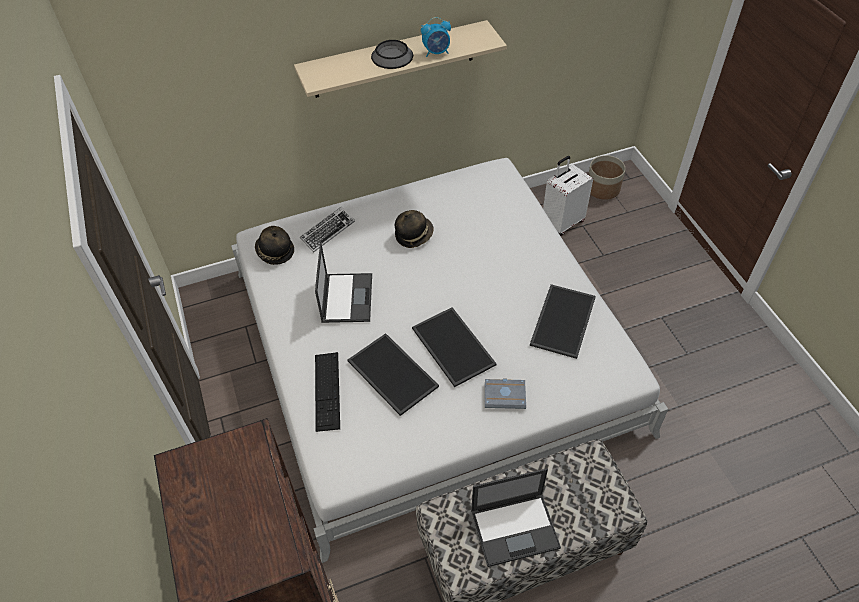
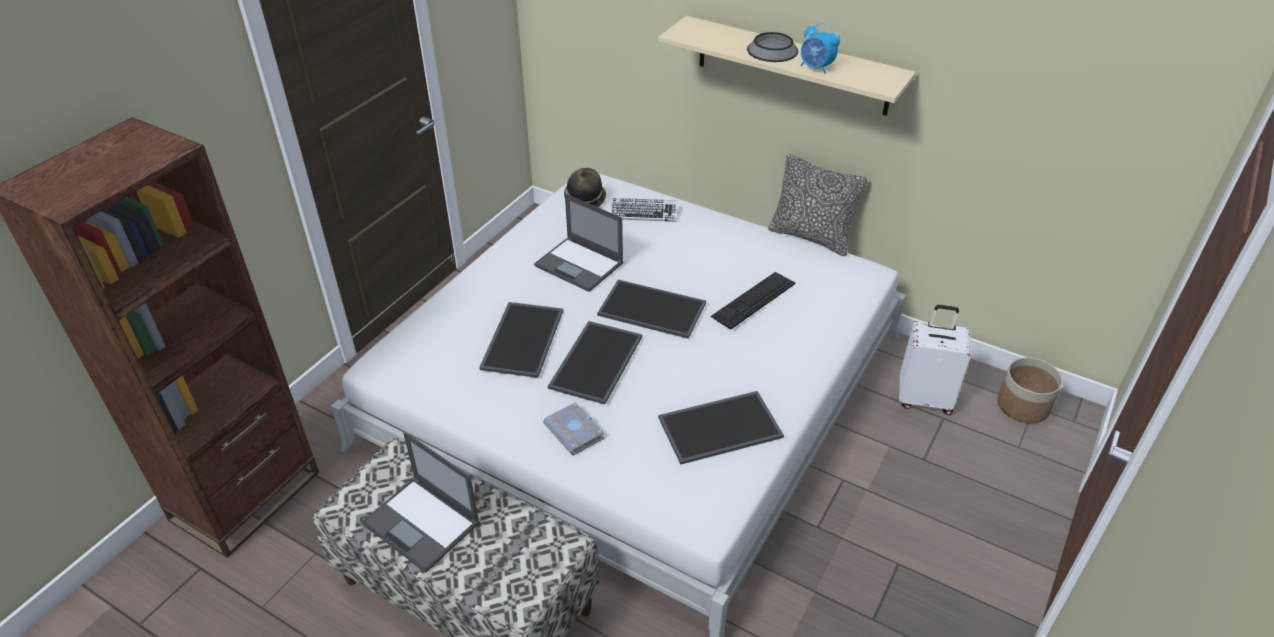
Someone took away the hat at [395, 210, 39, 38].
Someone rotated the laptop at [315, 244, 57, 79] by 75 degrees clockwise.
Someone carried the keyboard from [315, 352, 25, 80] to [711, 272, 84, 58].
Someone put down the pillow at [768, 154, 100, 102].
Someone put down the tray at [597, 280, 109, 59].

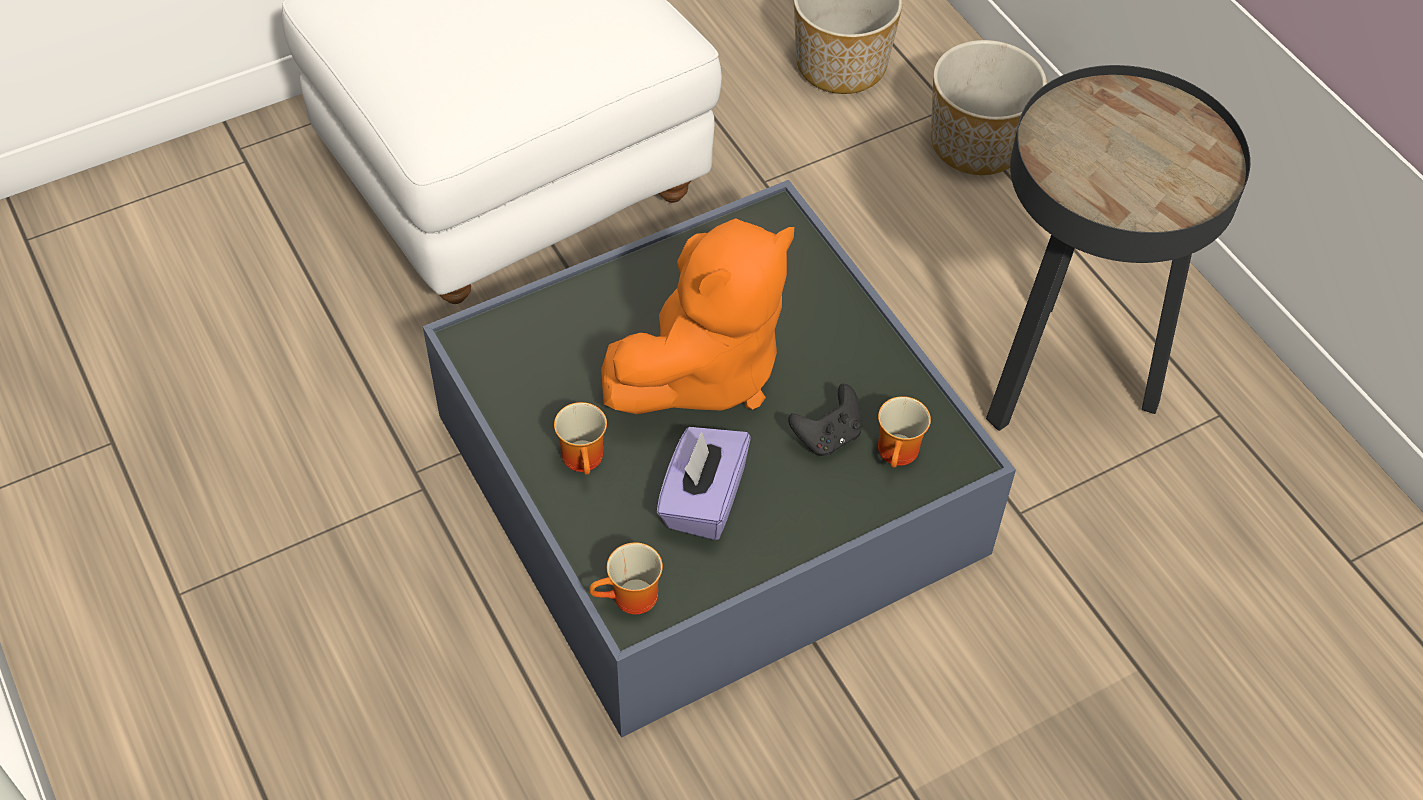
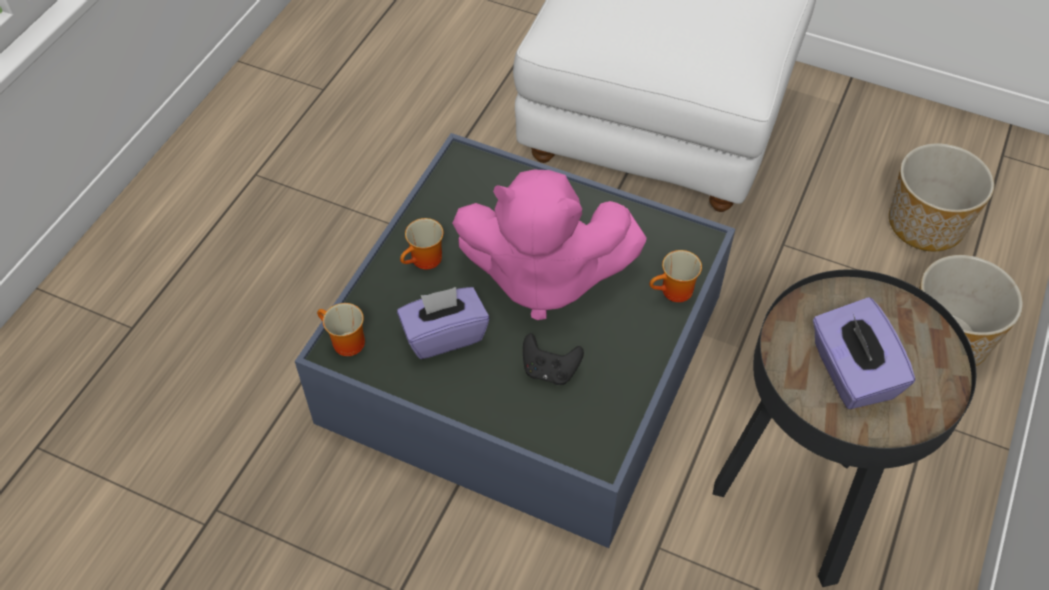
Someone repainted the plush toy in orange at [601, 218, 193, 196], which became the plush toy in pink at [452, 170, 195, 150].
Someone carried the mug from [878, 396, 53, 72] to [650, 250, 52, 52].
Someone put down the tissue box in purple at [813, 297, 102, 112].

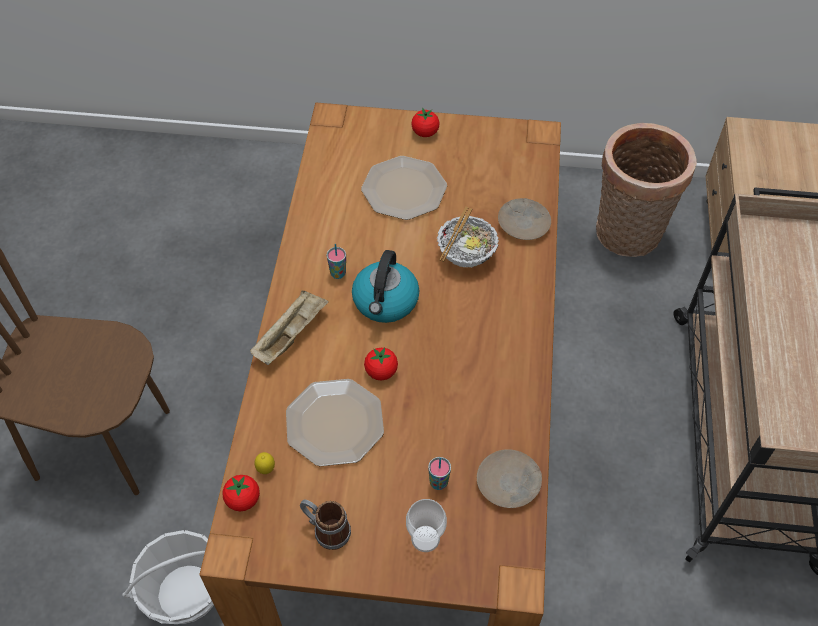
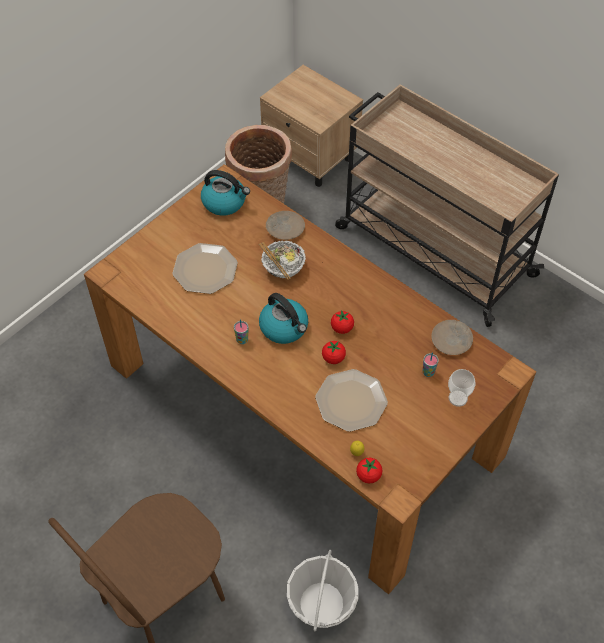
Someone carried the tomato from [411, 108, 29, 29] to [331, 310, 23, 24].
Someone took away the tray in beige at [250, 290, 79, 75].
Someone took away the mug at [300, 500, 51, 50].
Someone put down the kettle at [201, 170, 49, 46].

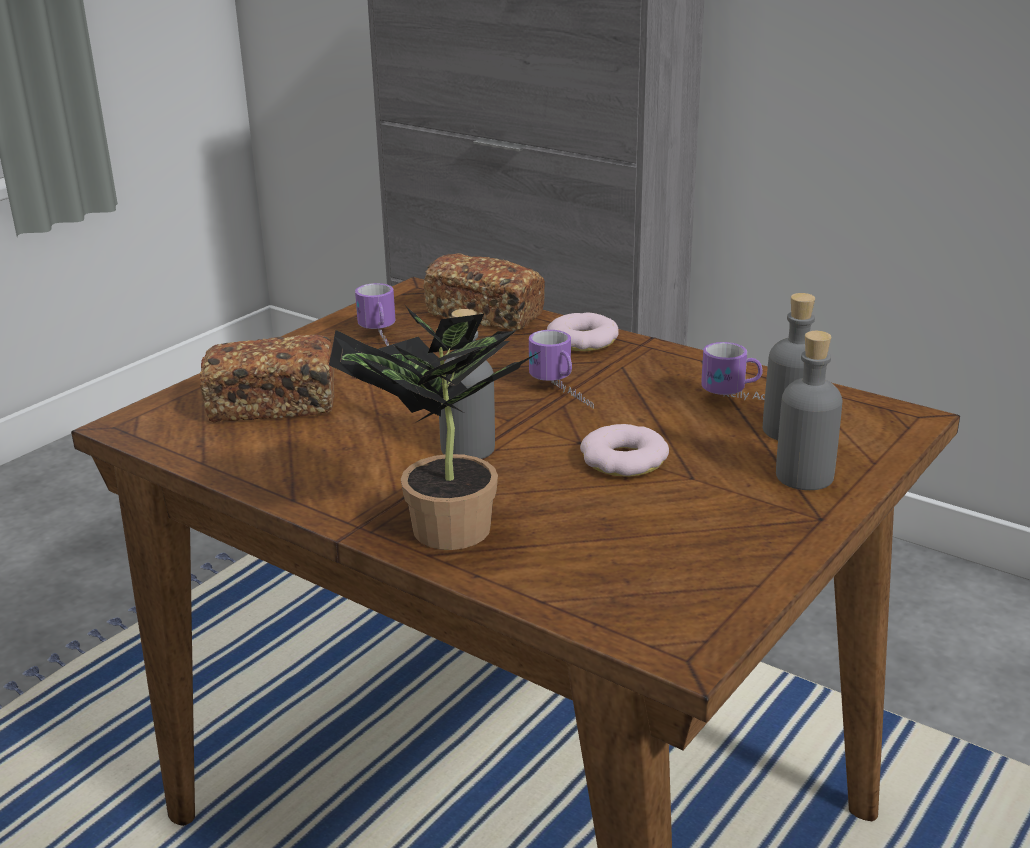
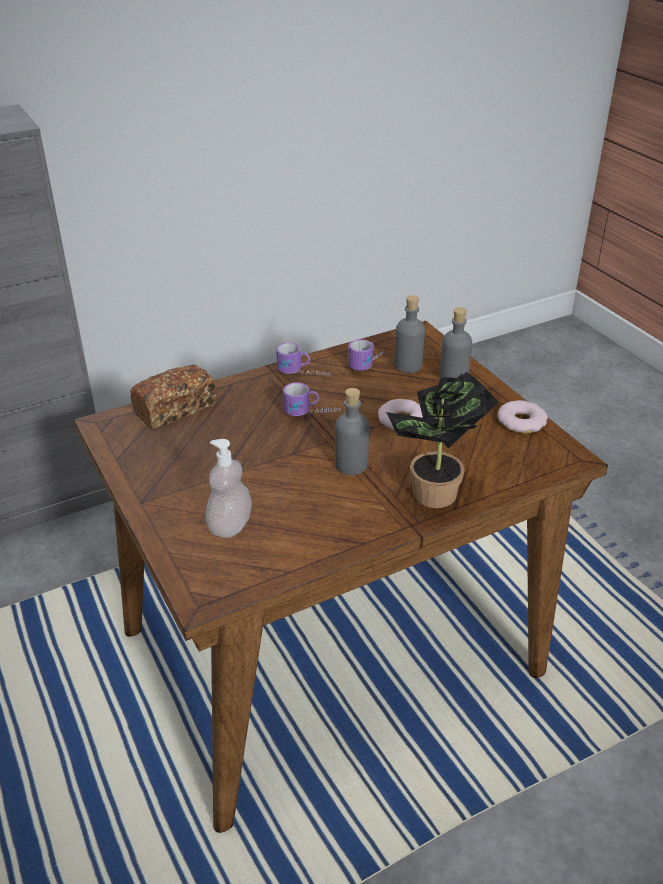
Someone carried the mug from [355, 283, 40, 63] to [276, 342, 55, 34].
Someone carried the donut from [547, 313, 72, 38] to [498, 400, 50, 33].
Someone swapped the bread at [200, 335, 134, 88] for the soap dispenser at [206, 439, 46, 99].

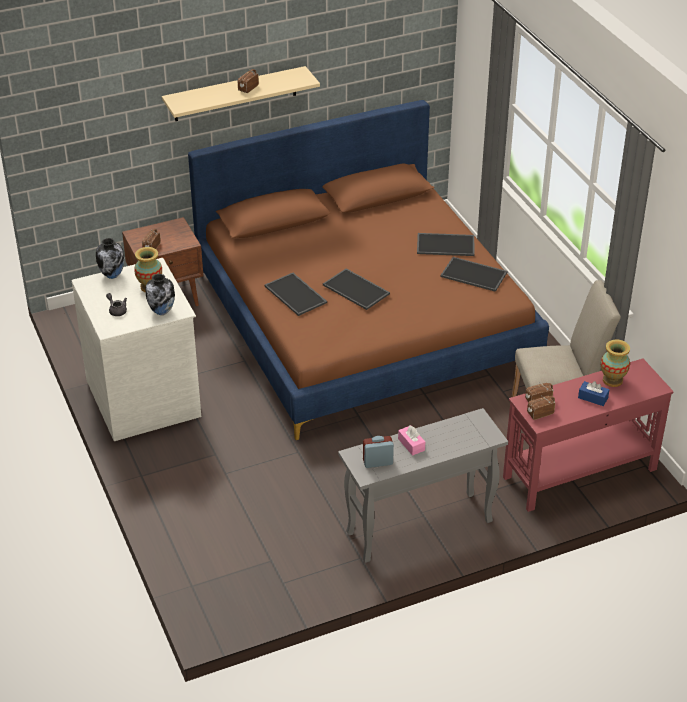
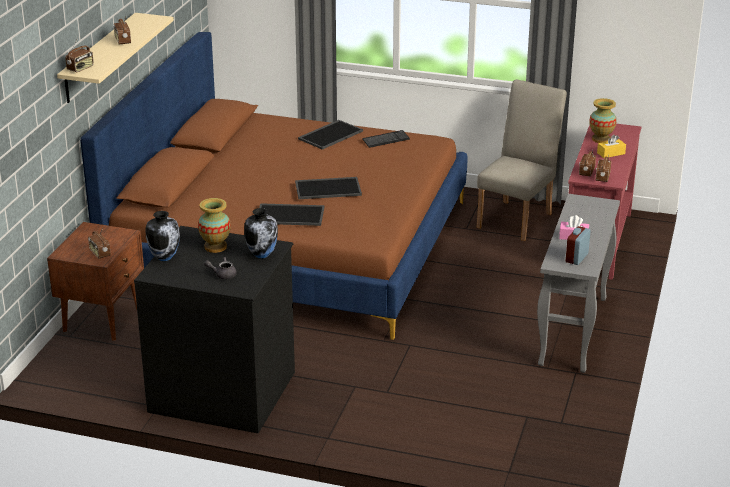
Someone swapped the tray at [440, 257, 67, 35] for the keyboard at [362, 130, 48, 18].
Someone repainted the dresser in white at [71, 258, 130, 183], which became the dresser in black at [134, 226, 161, 207].
Someone repainted the tissue box in blue at [578, 381, 32, 25], which became the tissue box in yellow at [597, 135, 29, 23].
Someone put down the radio at [65, 37, 29, 35].

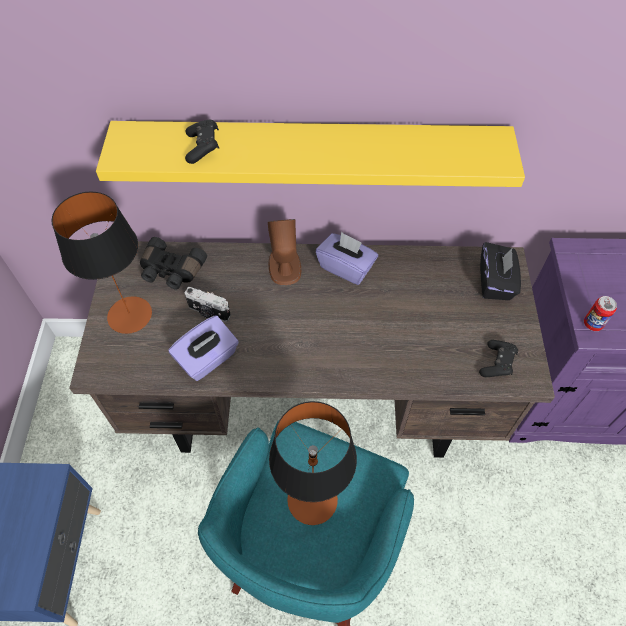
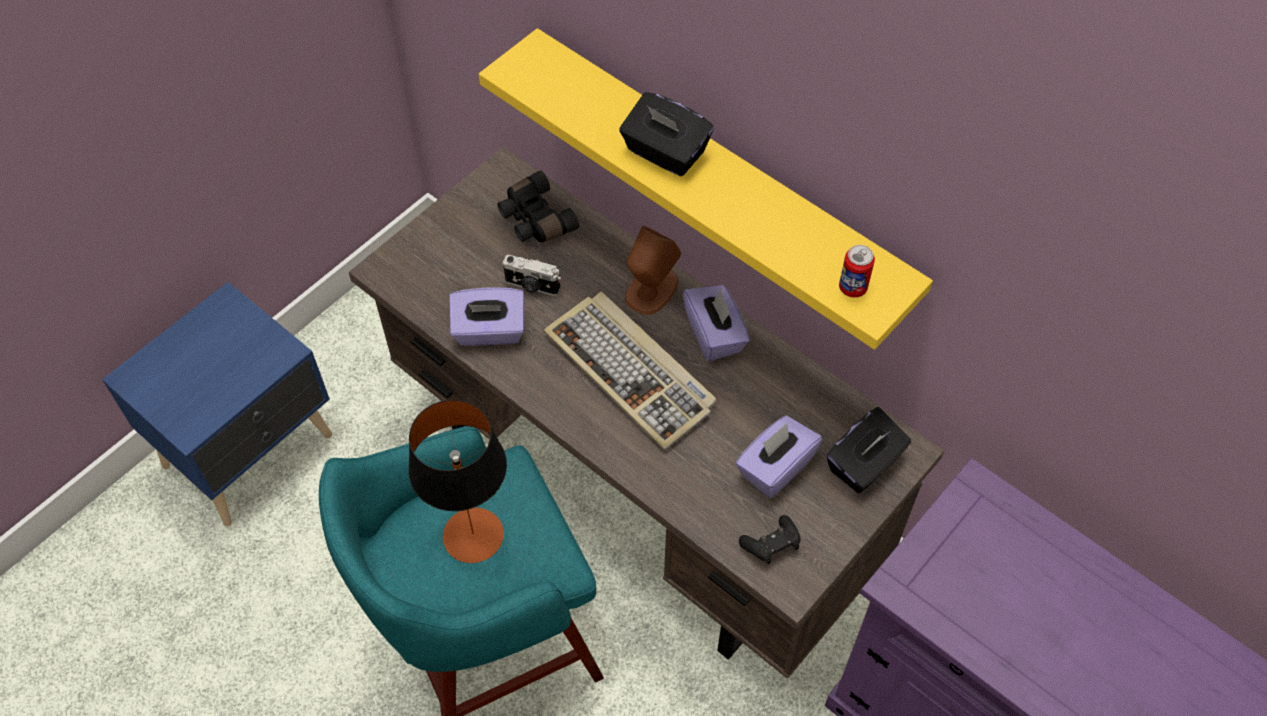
Someone took away the game controller in black at [185, 120, 34, 44].
Someone took away the table lamp at [52, 192, 100, 142].
Someone rotated the photo camera at [184, 287, 47, 35] by 45 degrees counterclockwise.
Someone carried the can from [584, 296, 33, 35] to [839, 245, 36, 53].
Someone put down the tissue box in black at [619, 92, 95, 84].
Someone put down the keyboard at [544, 292, 173, 158].
Someone put down the tissue box in purple at [736, 416, 87, 82].

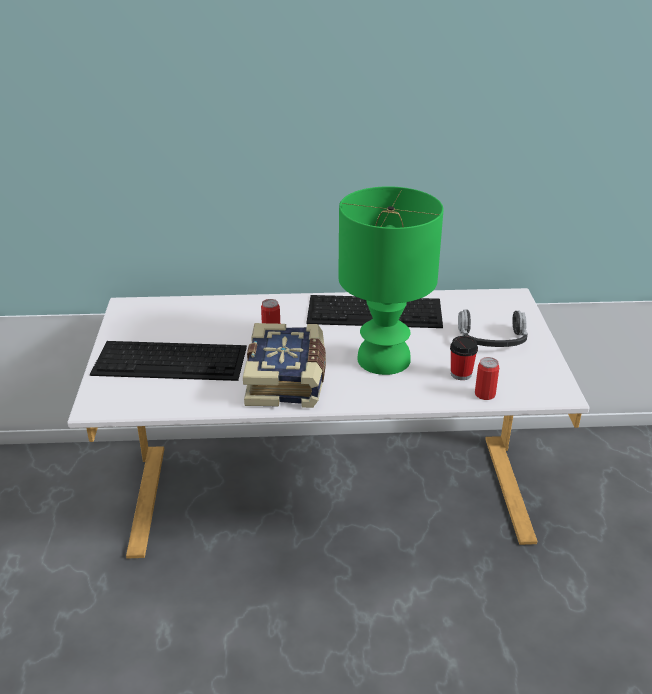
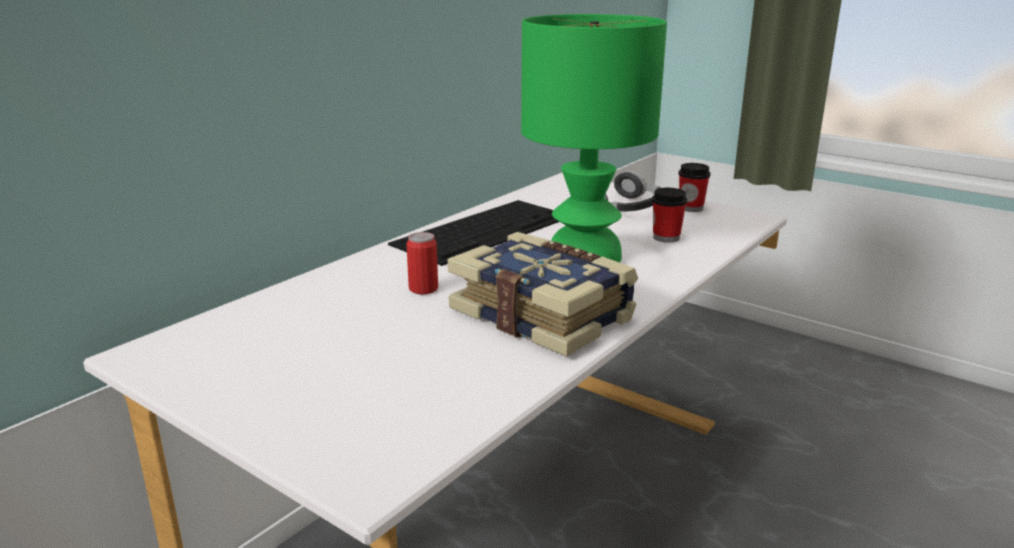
Someone took away the keyboard at [90, 341, 157, 40].
Someone took away the can at [475, 357, 24, 43].
Someone put down the cup at [679, 163, 32, 49].

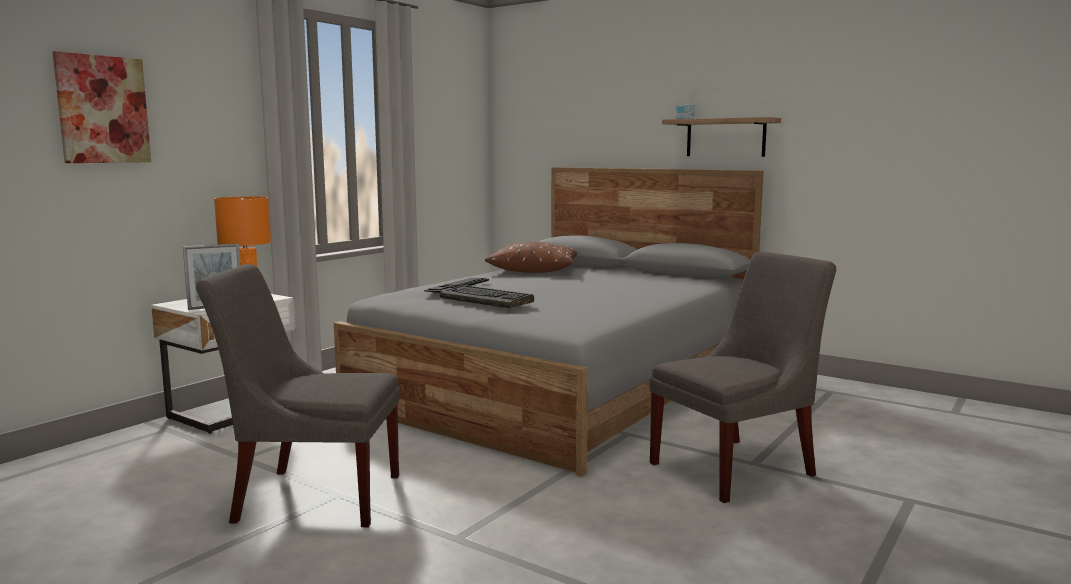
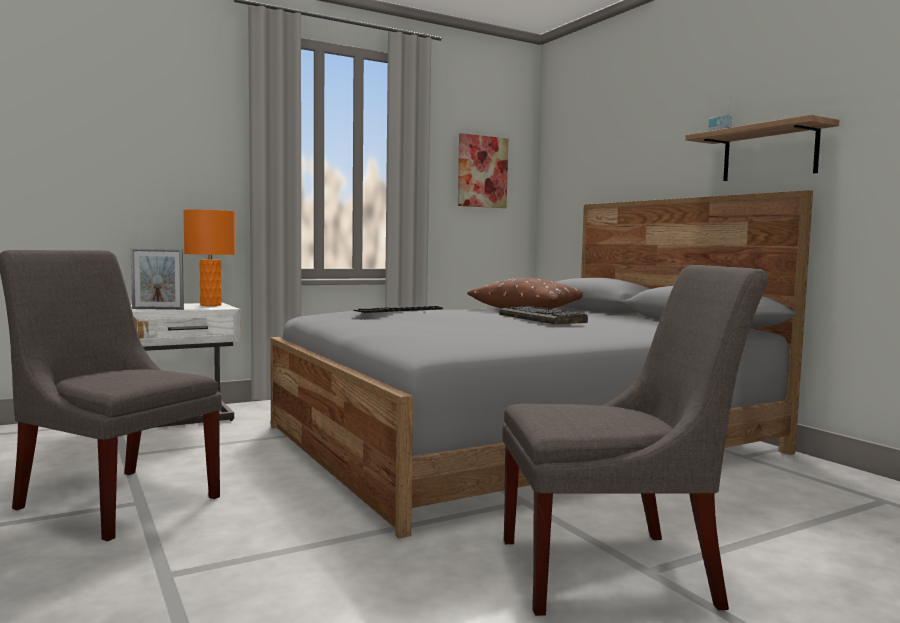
Someone carried the picture from [53, 51, 98, 112] to [458, 133, 50, 75].
Someone carried the keyboard from [440, 285, 94, 23] to [499, 306, 89, 18].

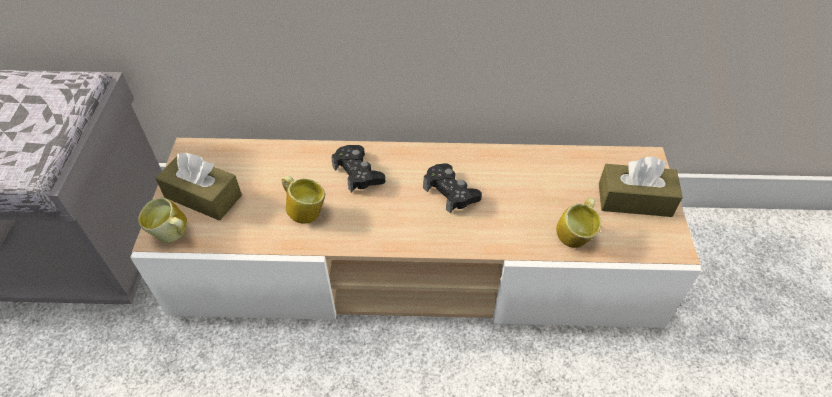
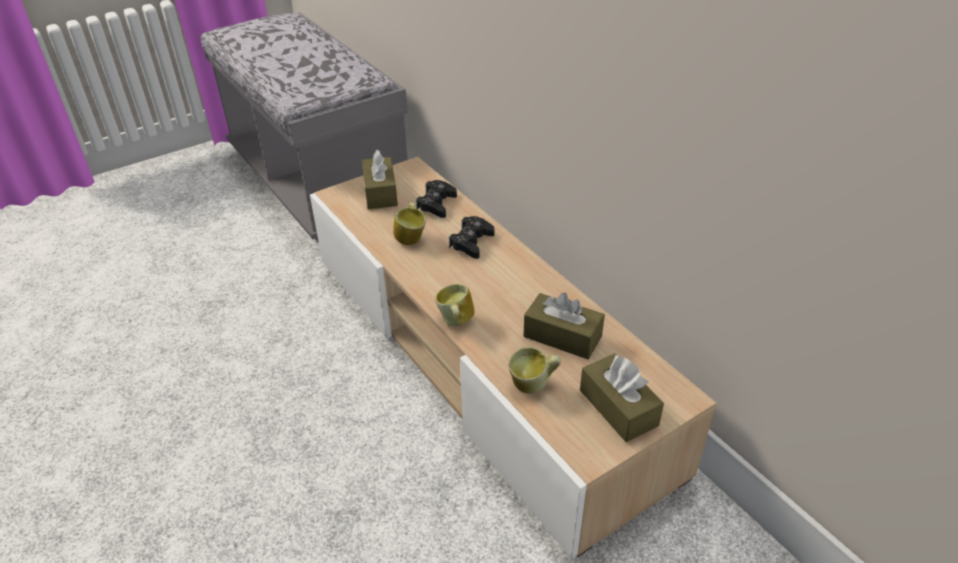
Someone carried the game controller in black from [423, 163, 59, 51] to [416, 180, 41, 38].
Someone carried the mug from [138, 198, 49, 45] to [435, 284, 39, 42].
Someone put down the tissue box in brown at [524, 293, 81, 66].

